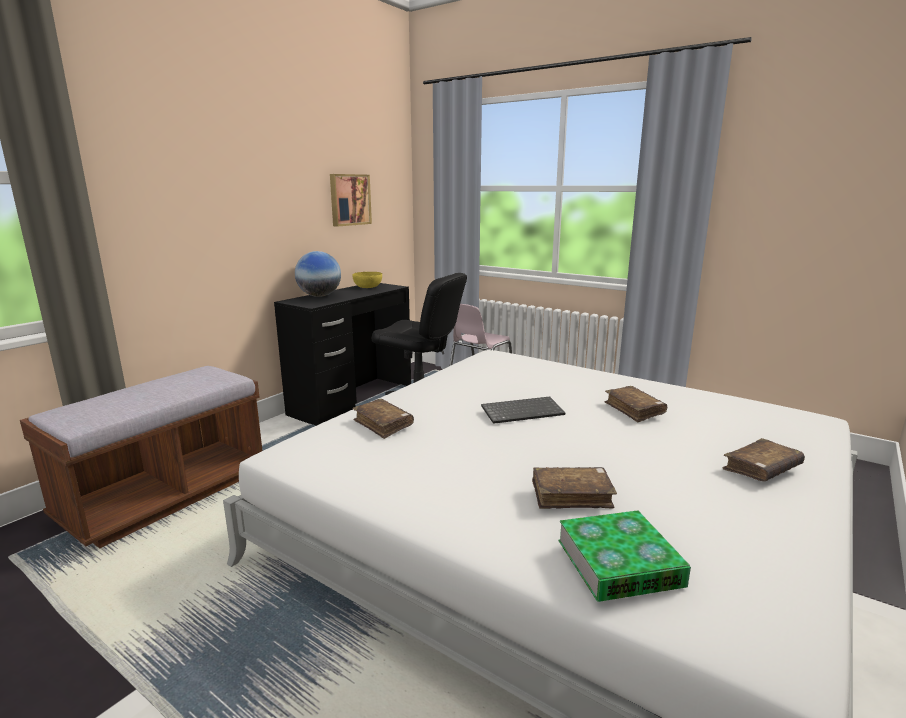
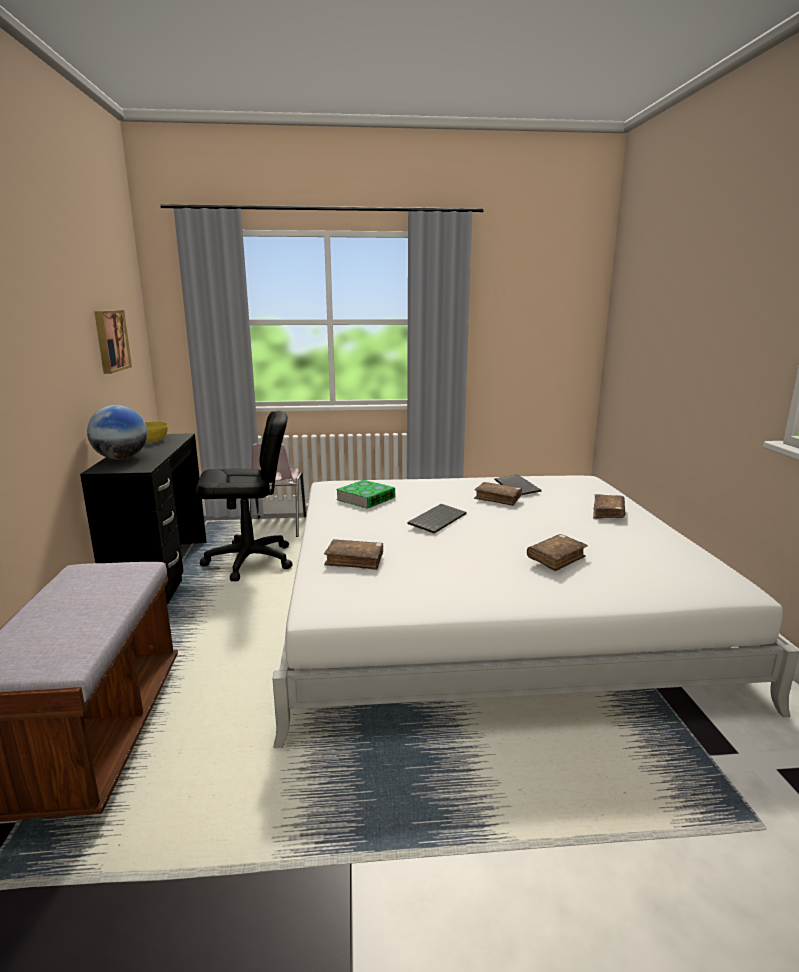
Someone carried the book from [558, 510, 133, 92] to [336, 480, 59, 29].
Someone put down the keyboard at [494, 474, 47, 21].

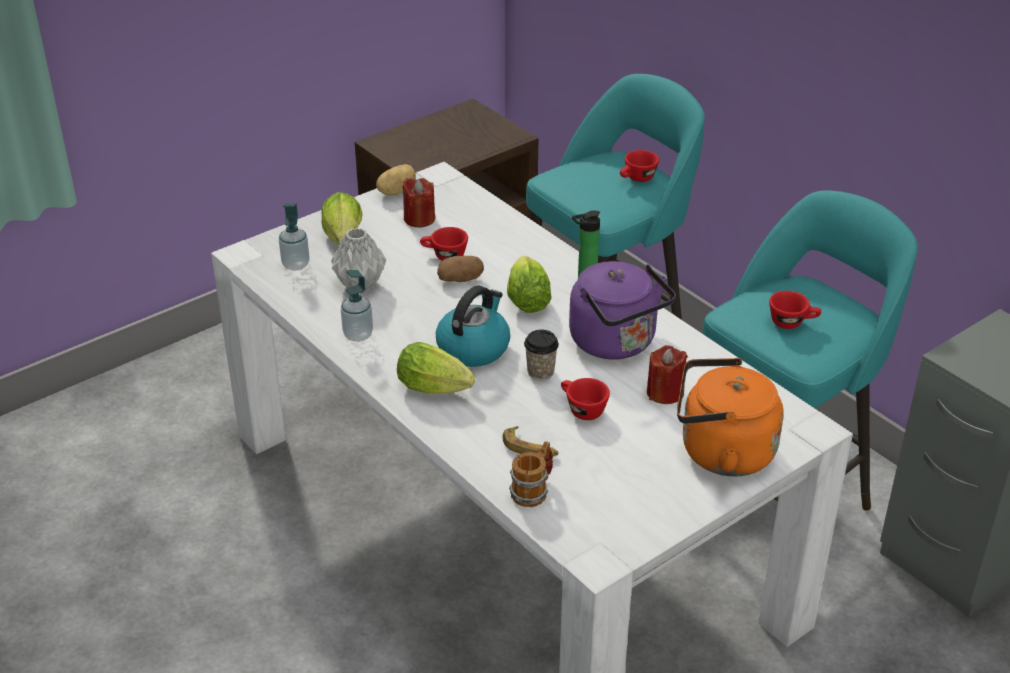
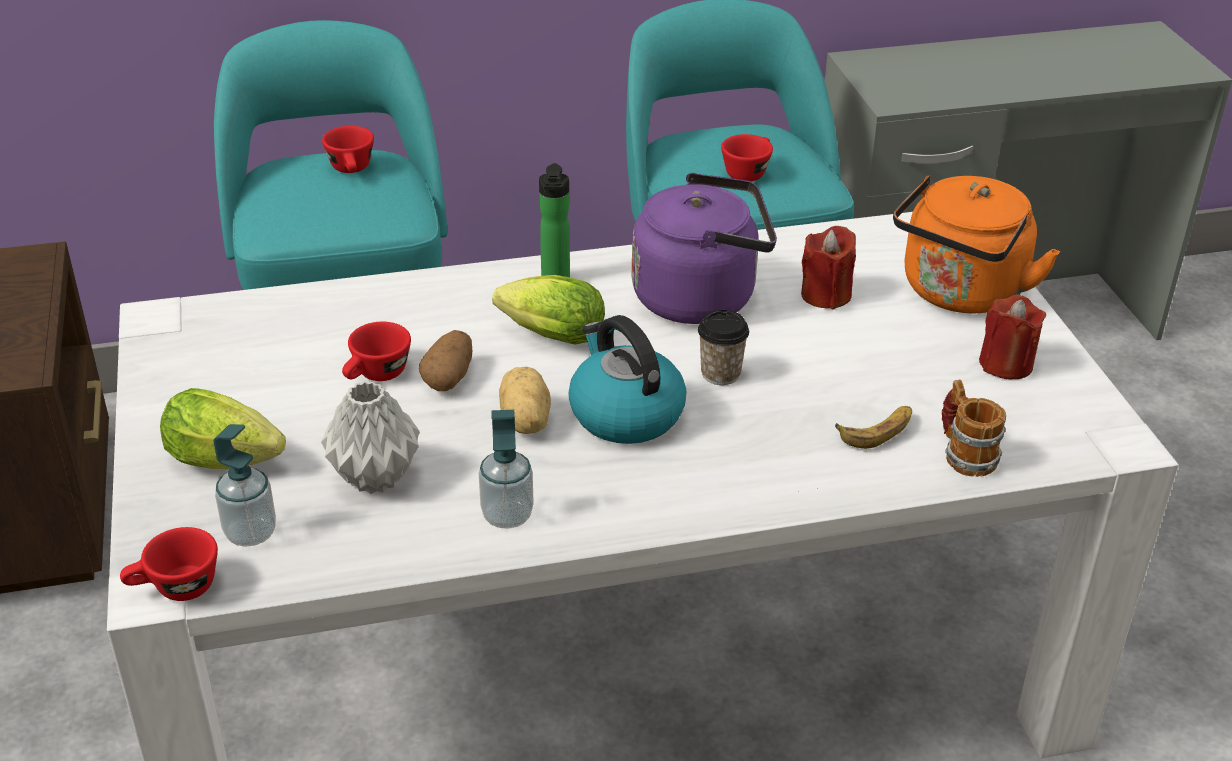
Someone carried the potato from [376, 164, 40, 32] to [499, 367, 52, 67].
Someone carried the candle in red from [402, 178, 33, 49] to [979, 294, 67, 85].
Someone took away the lettuce at [397, 342, 78, 52].
Someone carried the cup in red from [561, 378, 49, 42] to [120, 527, 98, 74].

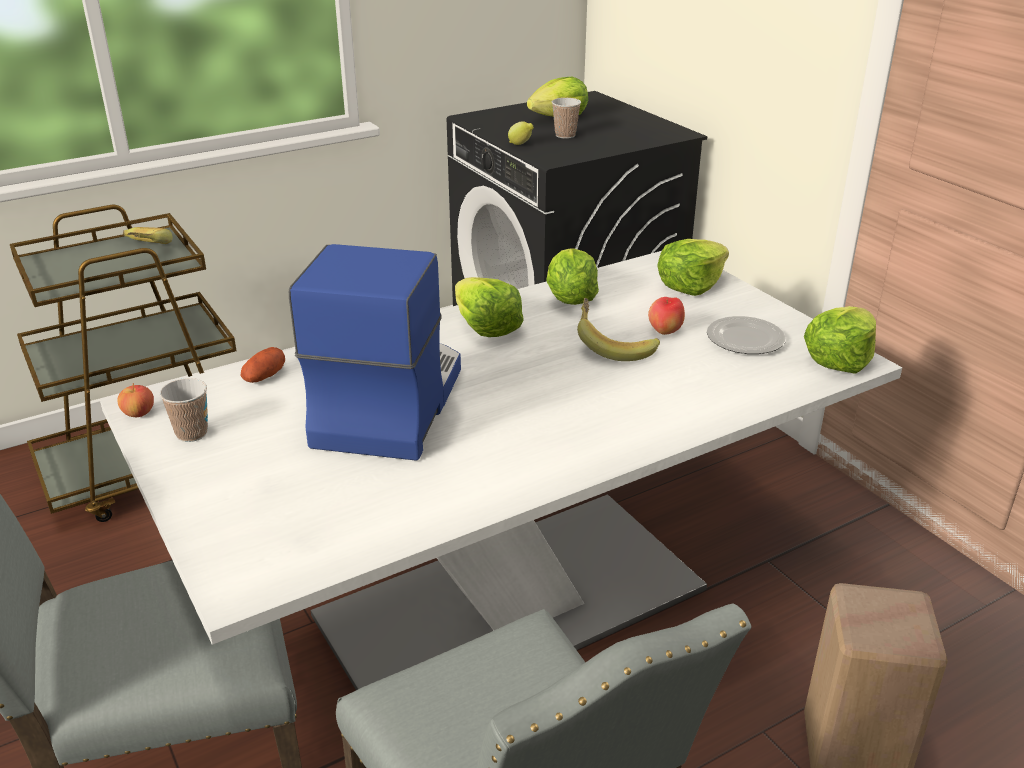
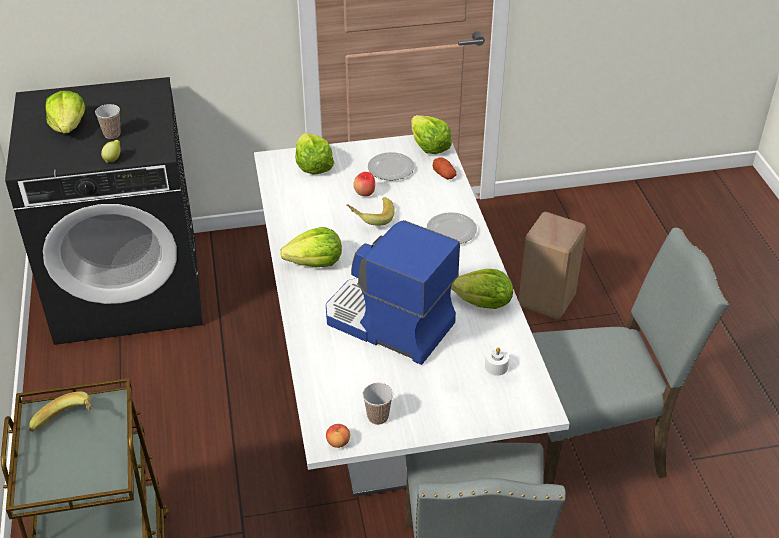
Someone carried the lettuce from [547, 248, 52, 57] to [451, 269, 62, 40].
Someone carried the potato from [241, 347, 44, 36] to [433, 157, 23, 22].
Someone put down the plate at [427, 212, 50, 32].
Someone put down the candle in white at [485, 347, 24, 29].

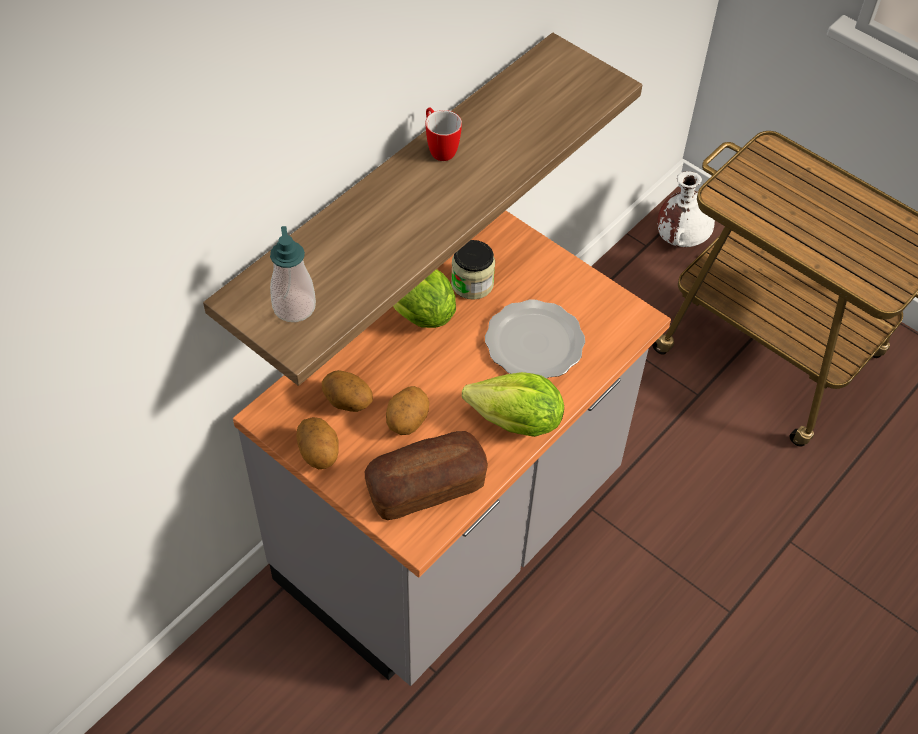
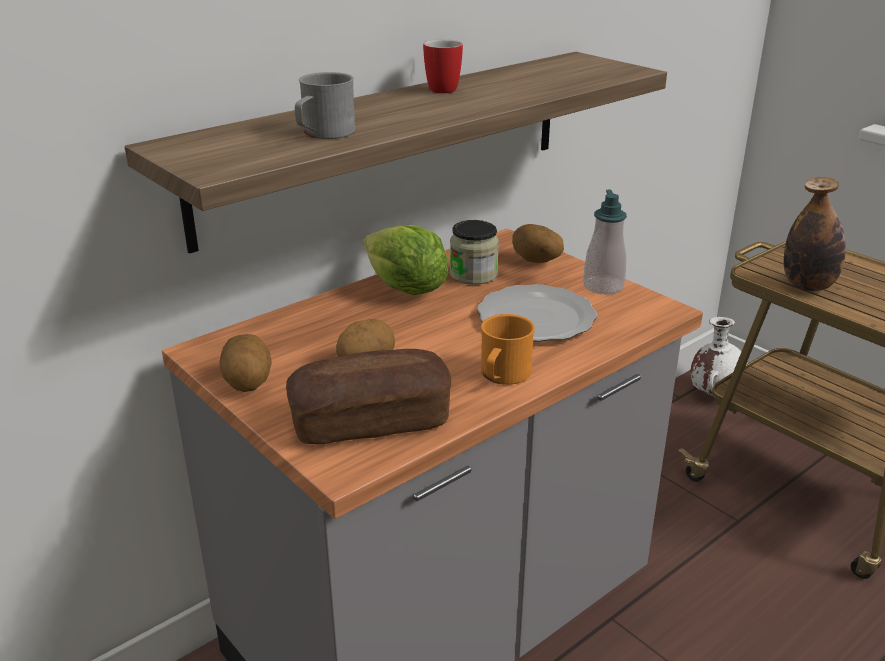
Someone carried the soap dispenser from [270, 226, 46, 96] to [583, 190, 44, 105].
Someone carried the potato from [322, 370, 51, 42] to [512, 224, 52, 39].
Someone swapped the lettuce at [462, 372, 102, 65] for the mug in orange at [481, 314, 54, 71].
Someone put down the mug in grey at [295, 72, 60, 67].
Someone put down the bottle at [784, 177, 61, 114].

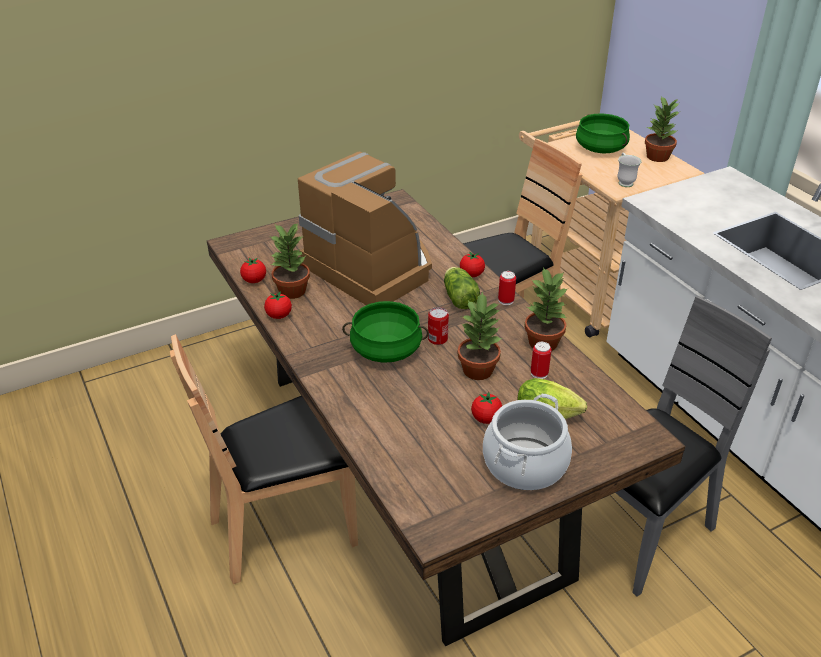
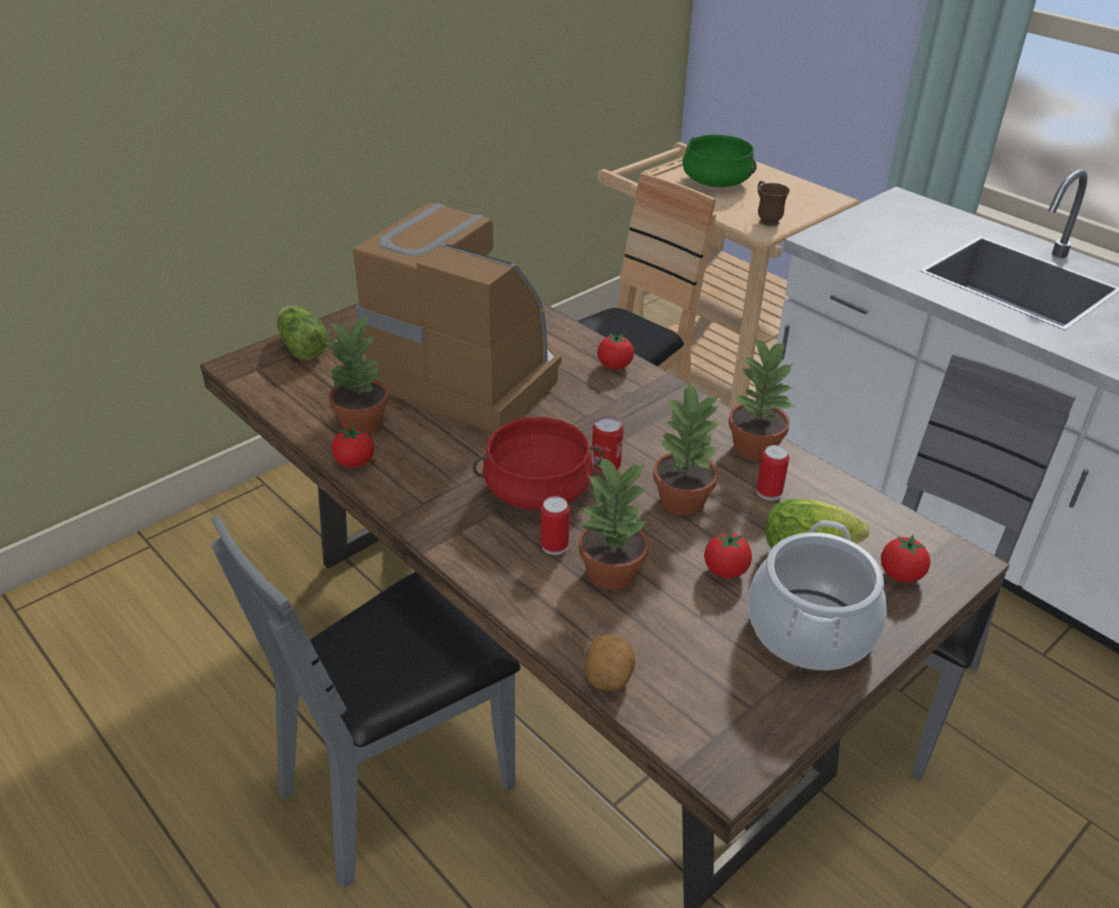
Someone carried the potted plant from [645, 96, 35, 66] to [577, 456, 72, 134].
Someone repainted the mug in white at [618, 153, 24, 34], which became the mug in brown at [758, 181, 32, 46].
Someone carried the tomato from [240, 258, 26, 25] to [881, 535, 49, 48].
Someone carried the lettuce from [444, 267, 36, 42] to [277, 306, 51, 54].
Someone carried the can from [498, 271, 18, 34] to [541, 496, 29, 59].
Someone repainted the cooking pot in green at [342, 301, 87, 62], which became the cooking pot in red at [473, 417, 131, 93].
Someone repainted the chair in brown at [170, 334, 188, 250], which became the chair in grey at [210, 514, 310, 375].
Someone put down the potato at [585, 635, 50, 56].

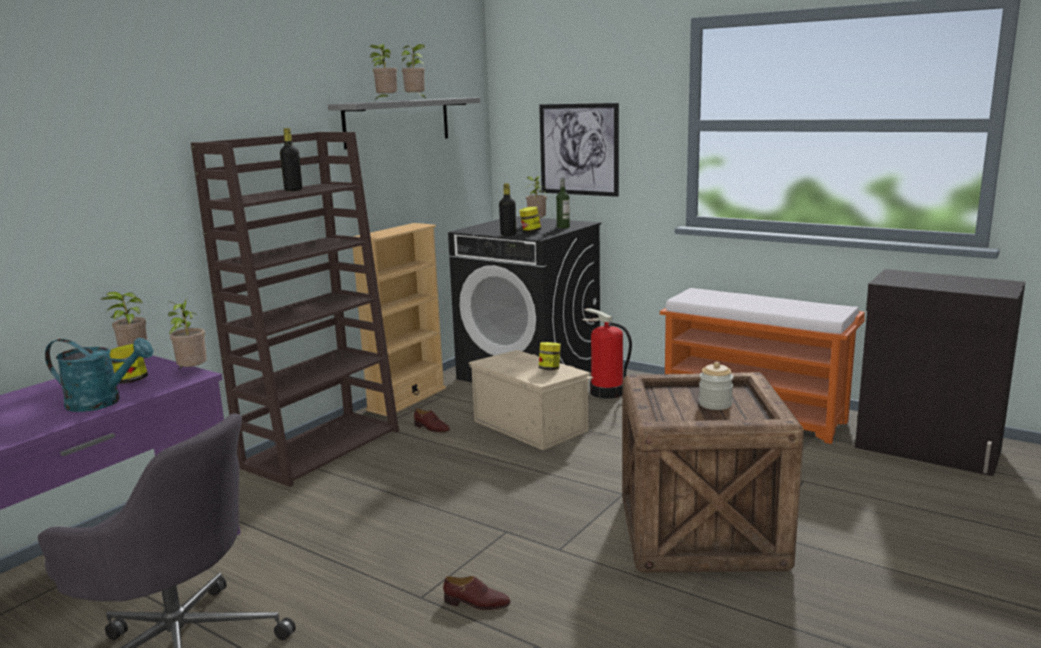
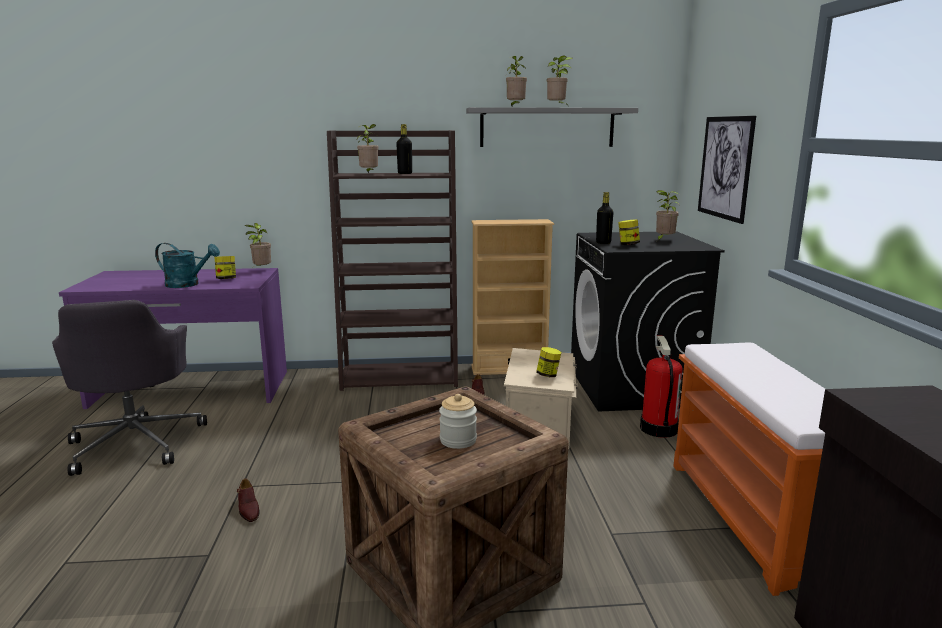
Someone took away the bottle at [556, 178, 14, 51].
Someone carried the potted plant from [168, 300, 39, 70] to [357, 124, 22, 49].
Someone rotated the watering can in turquoise at [45, 338, 108, 74] by 45 degrees counterclockwise.

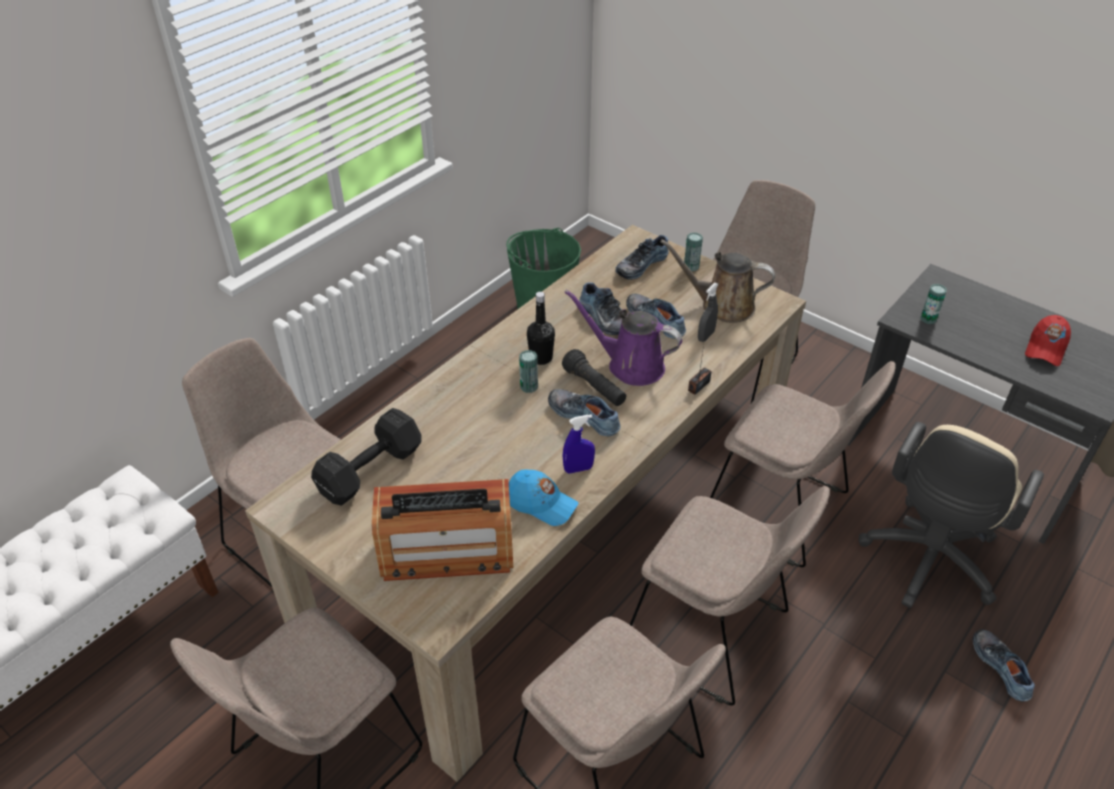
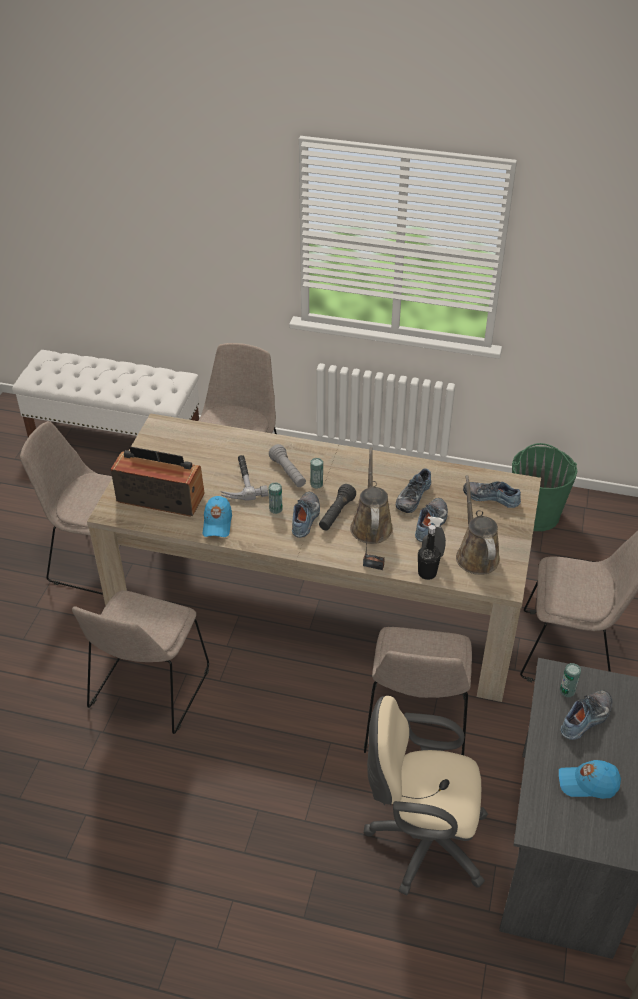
Someone carried the can from [684, 232, 19, 39] to [268, 483, 15, 31].
Someone repainted the watering can in purple at [564, 290, 118, 96], which became the watering can in brown at [350, 447, 43, 97].
Someone carried the bottle in black from [527, 292, 28, 73] to [418, 525, 23, 55].
Someone repainted the cap in red at [1025, 315, 46, 51], which became the cap in blue at [559, 760, 62, 39].
Someone took away the dumbbell in black at [311, 408, 111, 97].
Someone took away the spray bottle in blue at [563, 414, 32, 59].
Someone rotated the radio at [372, 479, 141, 102] by 135 degrees clockwise.
Someone took away the chair in beige at [629, 486, 201, 220].
Someone carried the shoe from [973, 629, 62, 73] to [560, 690, 52, 50].
Someone put down the flashlight in grey at [269, 444, 37, 43].
Someone put down the hammer at [221, 455, 47, 46].

